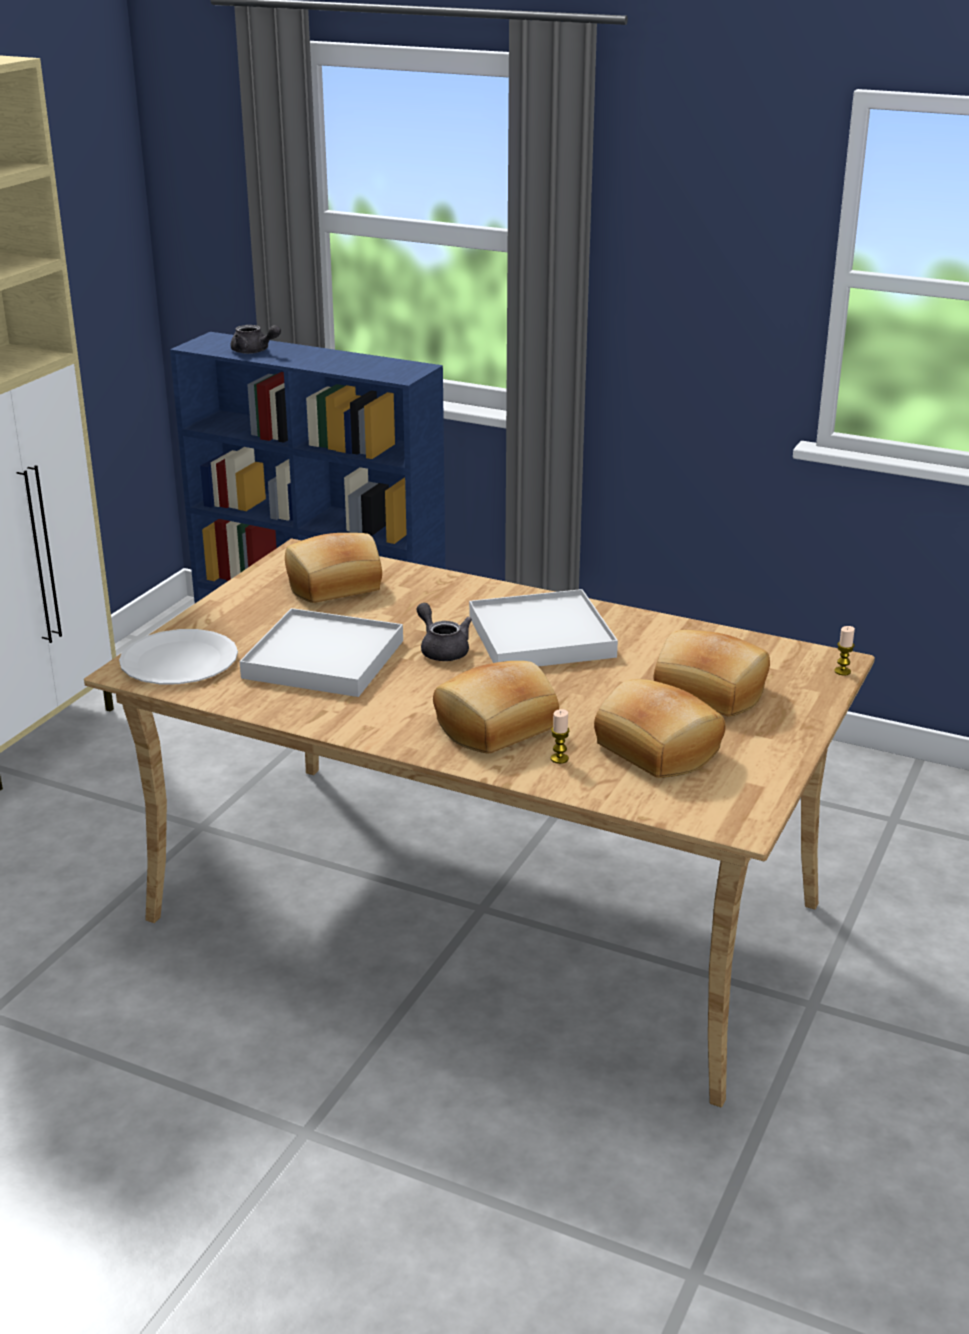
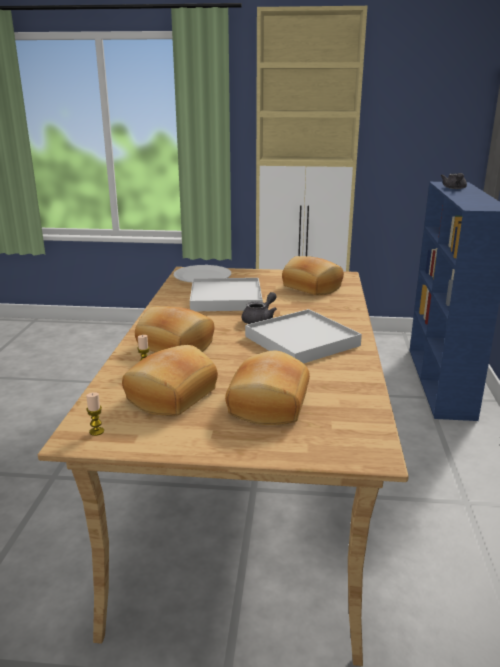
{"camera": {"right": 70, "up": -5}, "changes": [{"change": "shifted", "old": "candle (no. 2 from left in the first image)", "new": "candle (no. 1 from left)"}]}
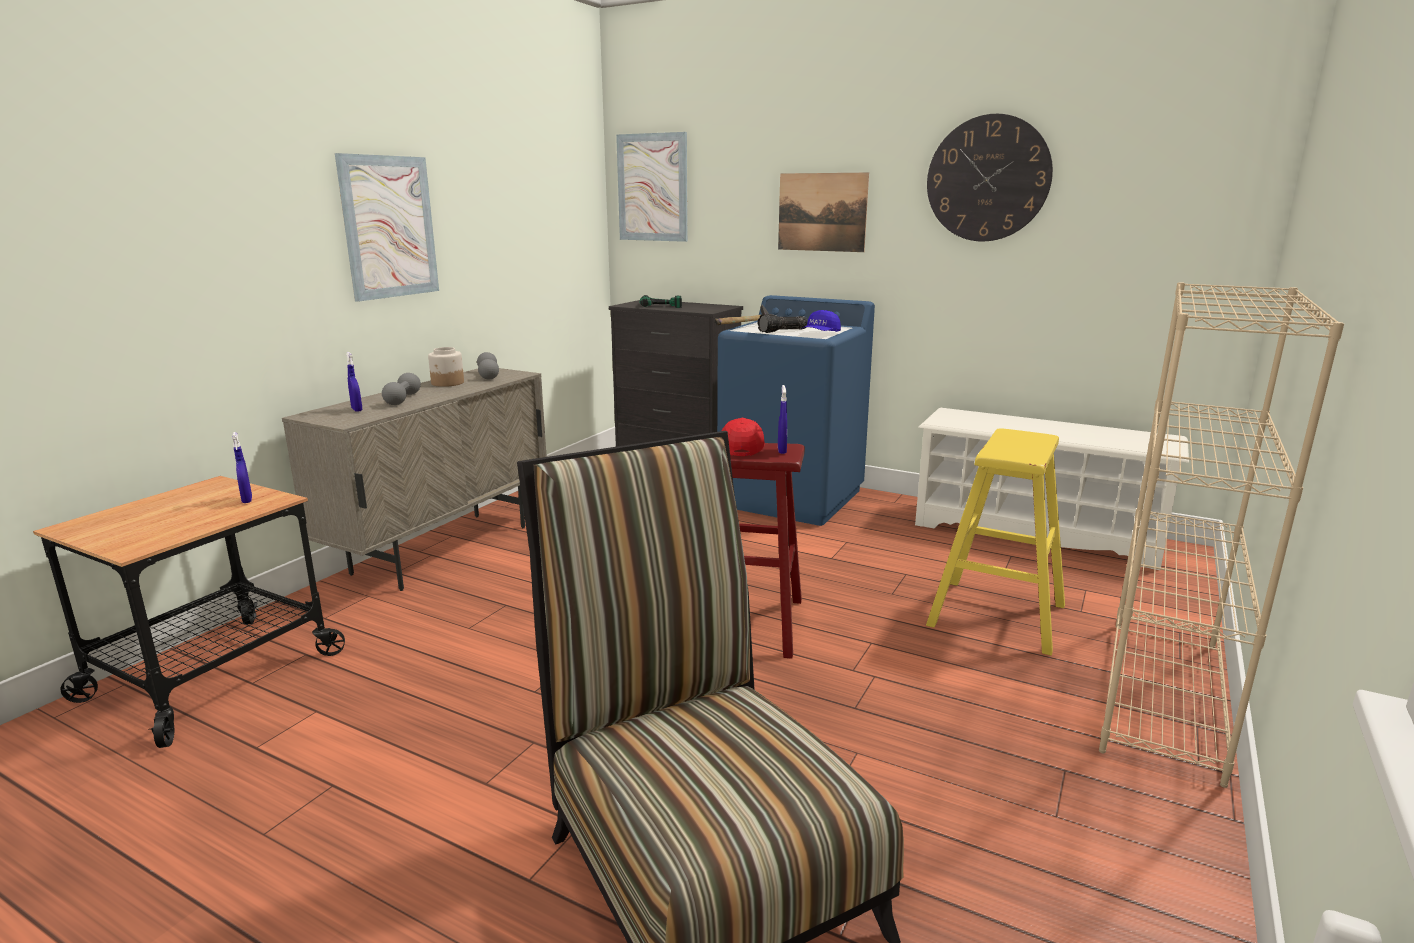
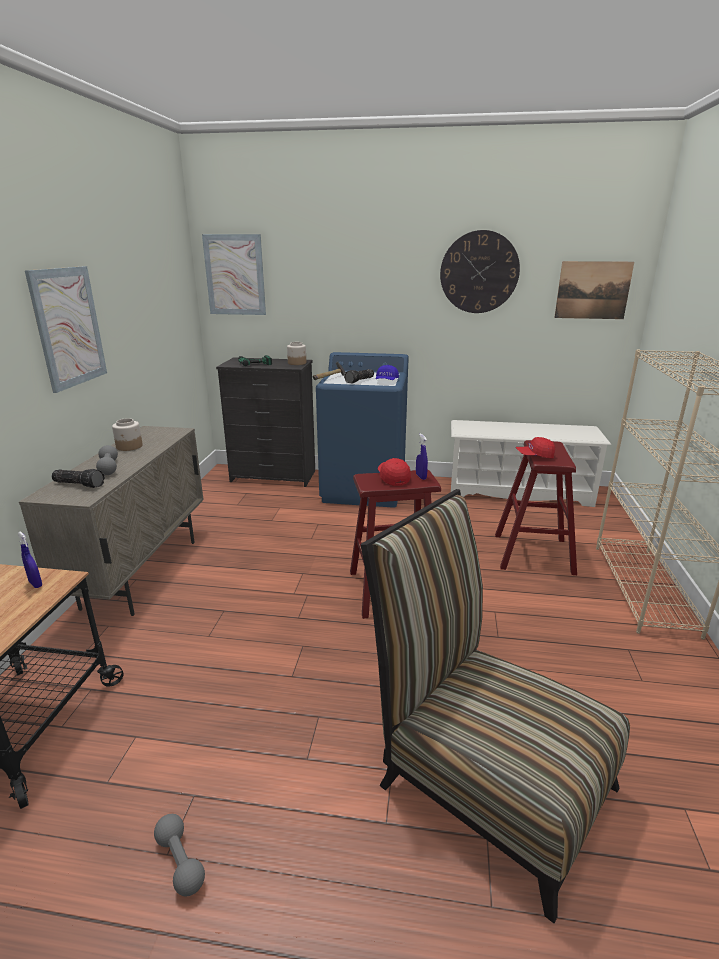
{"camera": {"right": -20, "up": 5}, "changes": [{"change": "swapped", "old": "blue spray bottle (no. 2 from left)", "new": "flashlight (no. 1 from left)"}, {"change": "shifted", "old": "grey dumbbell (no. 2 from left)"}, {"change": "new", "new": "jar (no. 2 from left)"}, {"change": "repainted", "old": "yellow stool", "new": "red stool (no. 2 from left)"}, {"change": "new", "new": "red cap (no. 2 from left)"}, {"change": "shifted", "old": "picture (no. 3 from left)"}]}
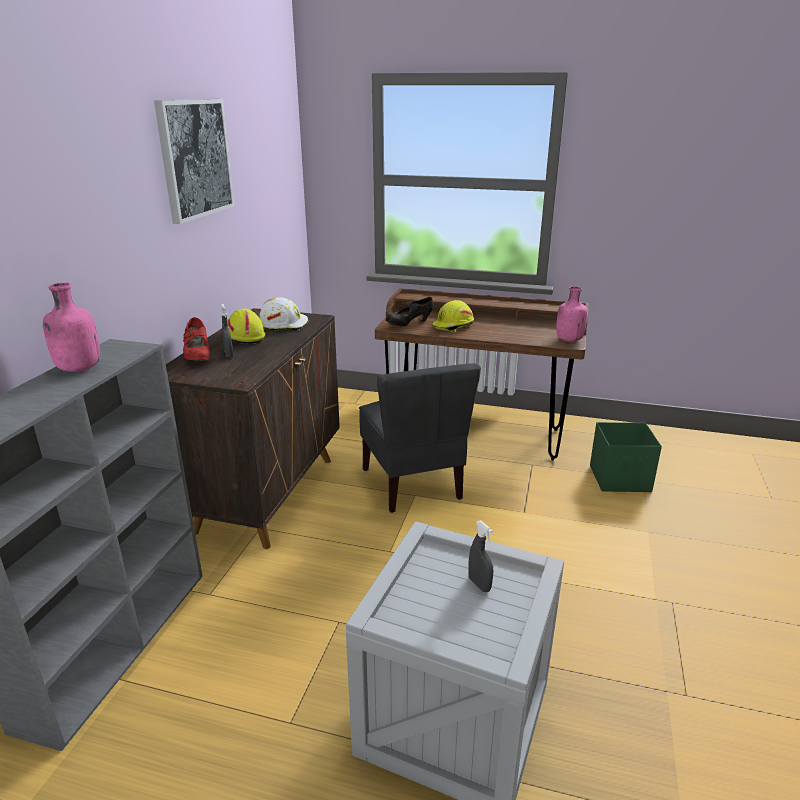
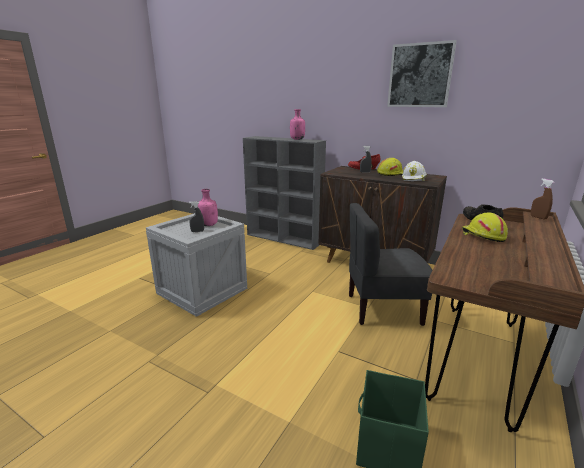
{"camera": {"right": 105, "up": -5}, "changes": [{"change": "shifted", "old": "pink bottle (no. 2 from left in the first image)", "new": "pink bottle (no. 1 from left)"}, {"change": "new", "new": "brown spray bottle"}]}
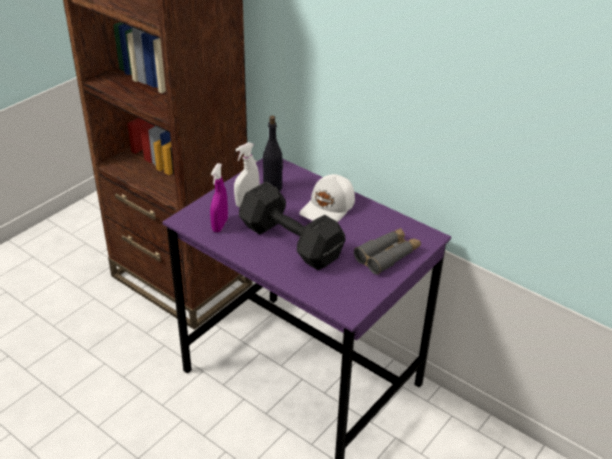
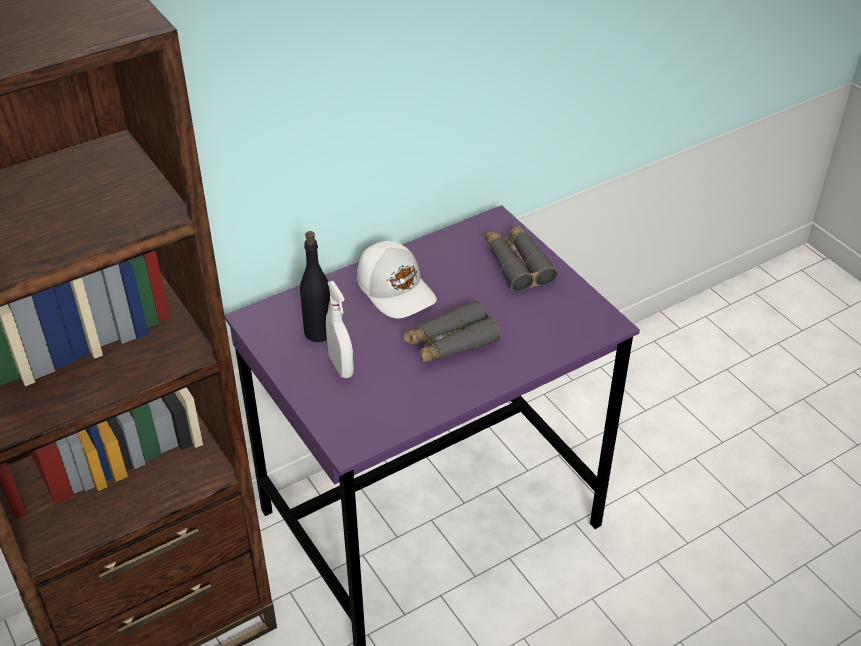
{"camera": {"right": -70, "up": 5}, "changes": [{"change": "swapped", "old": "black dumbbell", "new": "grey binoculars (no. 1 from left)"}, {"change": "gone", "old": "purple spray bottle"}]}
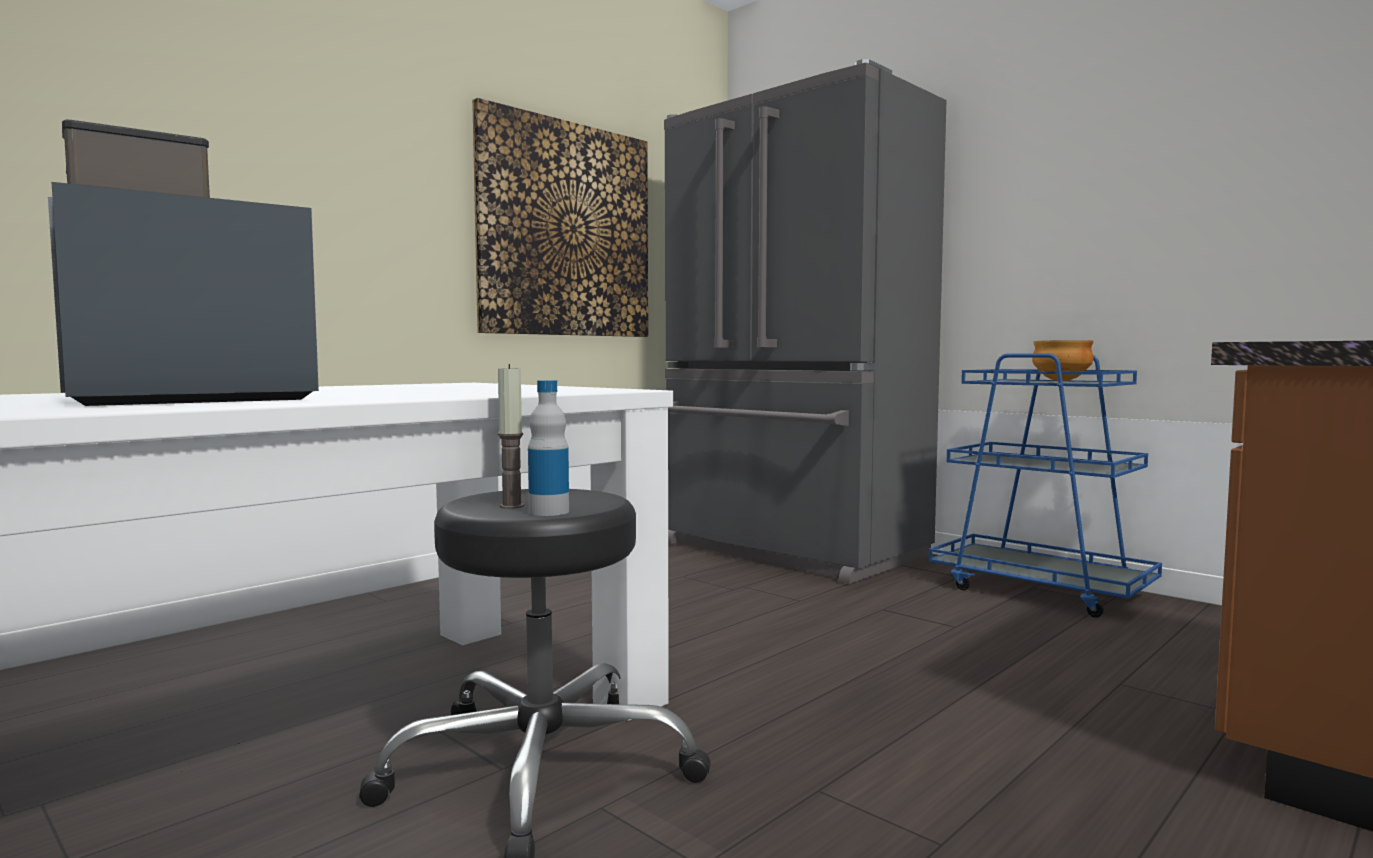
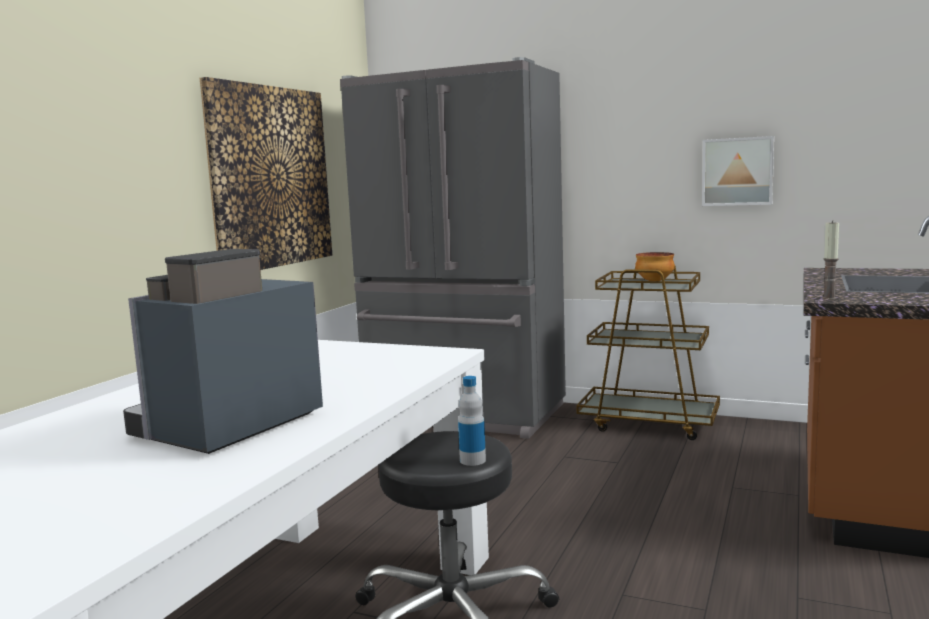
{"camera": {"right": -20, "up": 5}, "changes": [{"change": "repainted", "old": "blue cart", "new": "brown cart"}, {"change": "new", "new": "picture (no. 2 from left)"}, {"change": "shifted", "old": "candle"}]}
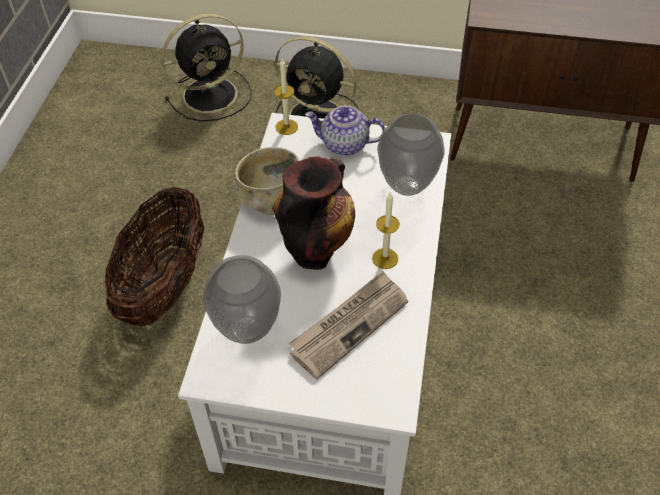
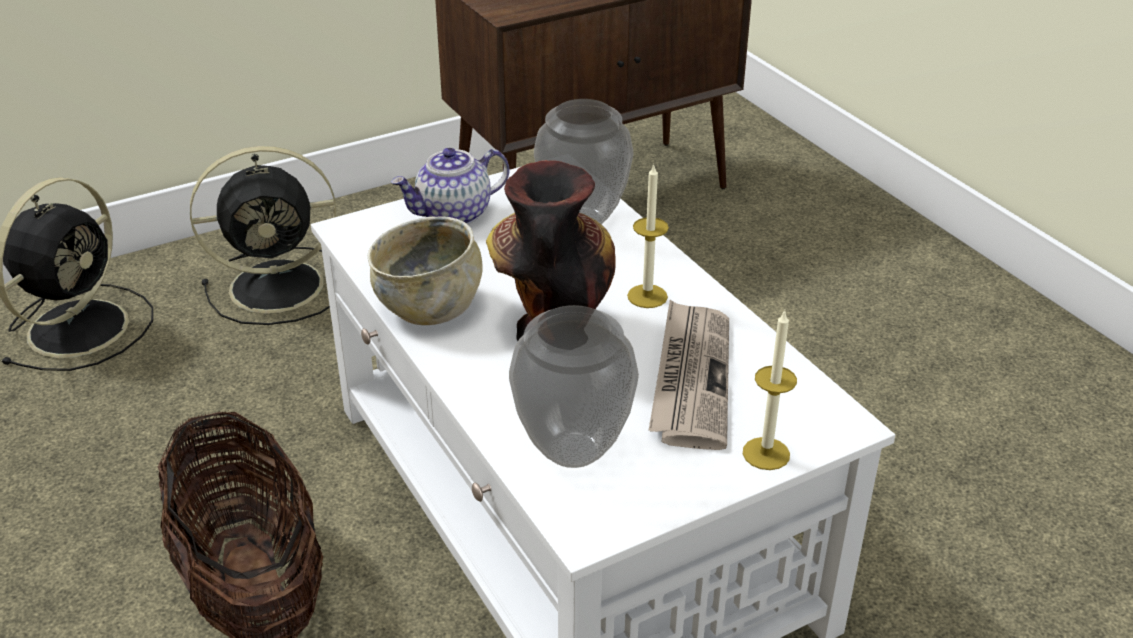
{"camera": {"right": -40, "up": -15}, "changes": [{"change": "shifted", "old": "candle (no. 1 from left in the first image)", "new": "candle (no. 2 from left)"}]}
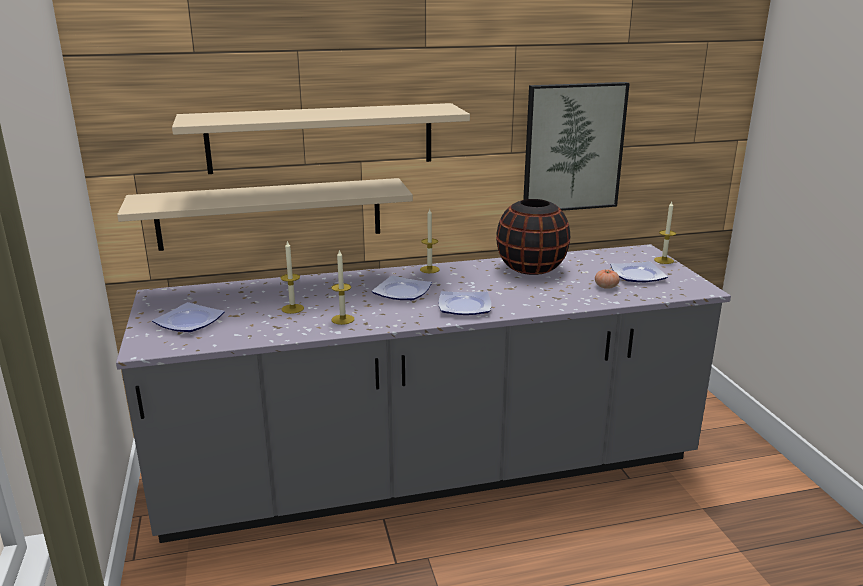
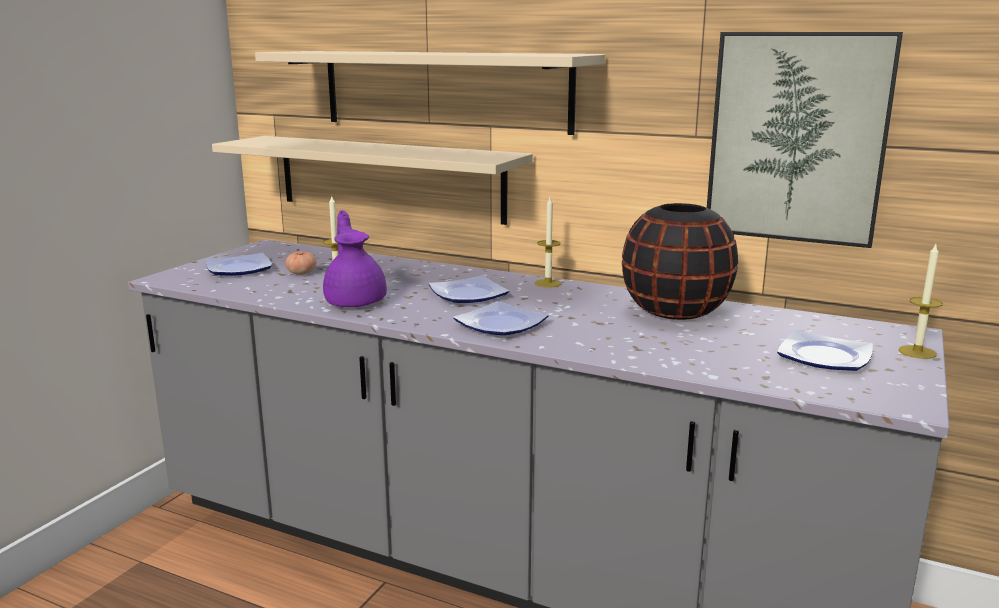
{"camera": {"right": 40, "up": -5}, "changes": [{"change": "shifted", "old": "tomato"}, {"change": "swapped", "old": "candle (no. 2 from left)", "new": "purple teapot"}]}
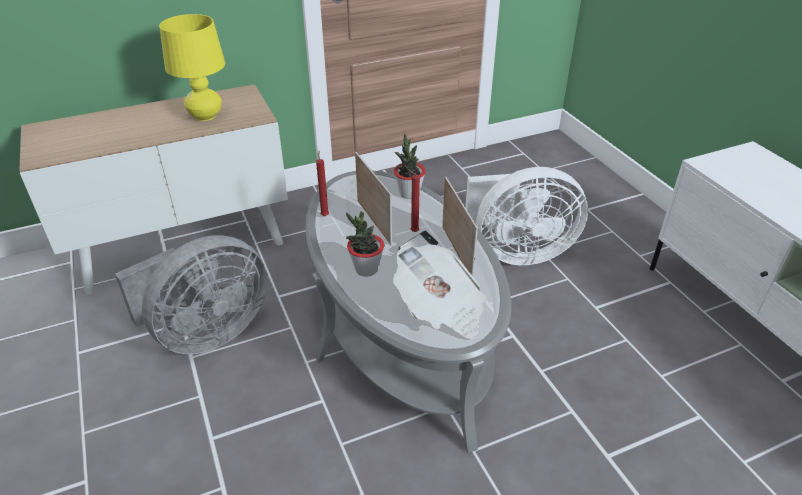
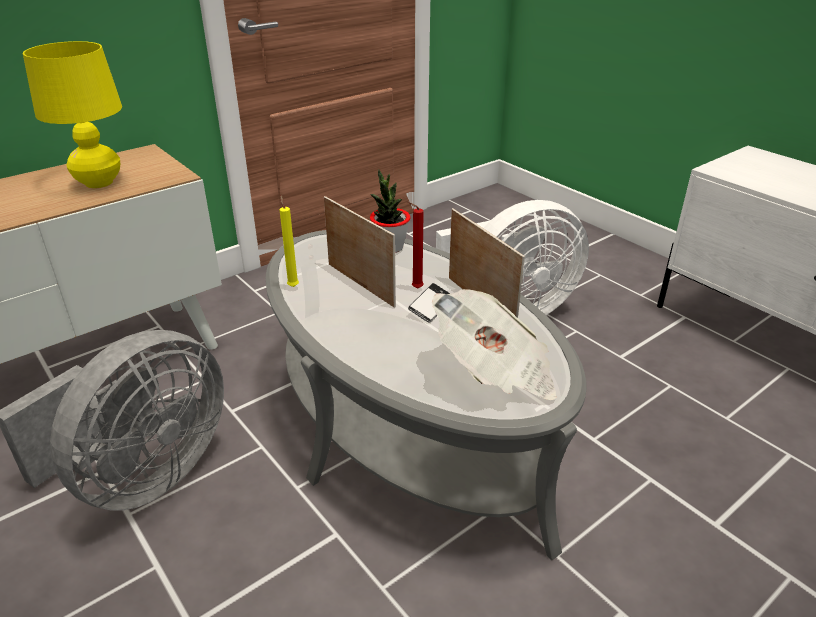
{"camera": {"right": -15, "up": -5}, "changes": [{"change": "repainted", "old": "red candle (no. 1 from left)", "new": "yellow candle"}, {"change": "gone", "old": "potted plant (no. 1 from left)"}]}
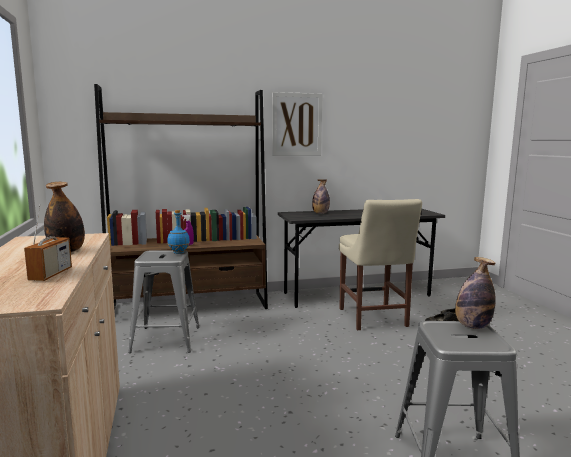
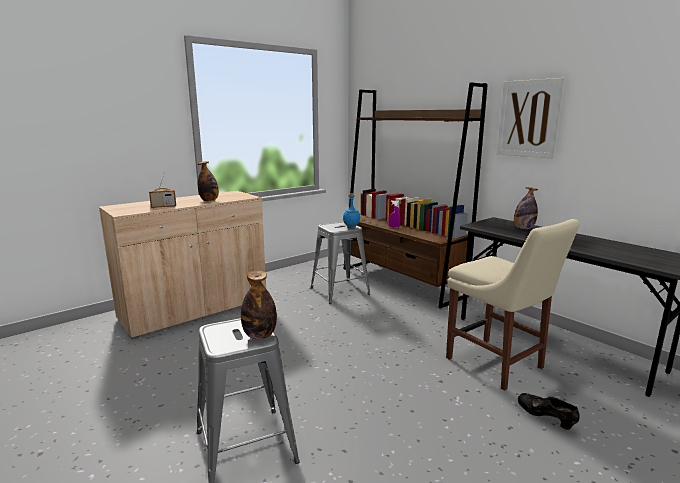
{"camera": {"right": 65, "up": 5}, "changes": [{"change": "rotated", "old": "beige chair", "degrees": -90}]}
